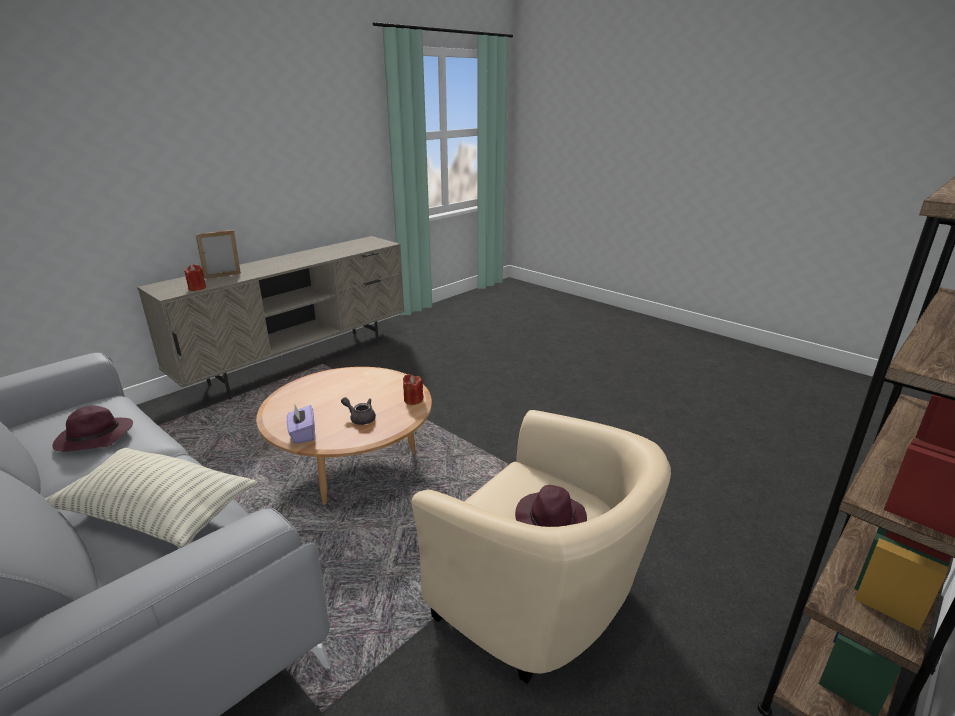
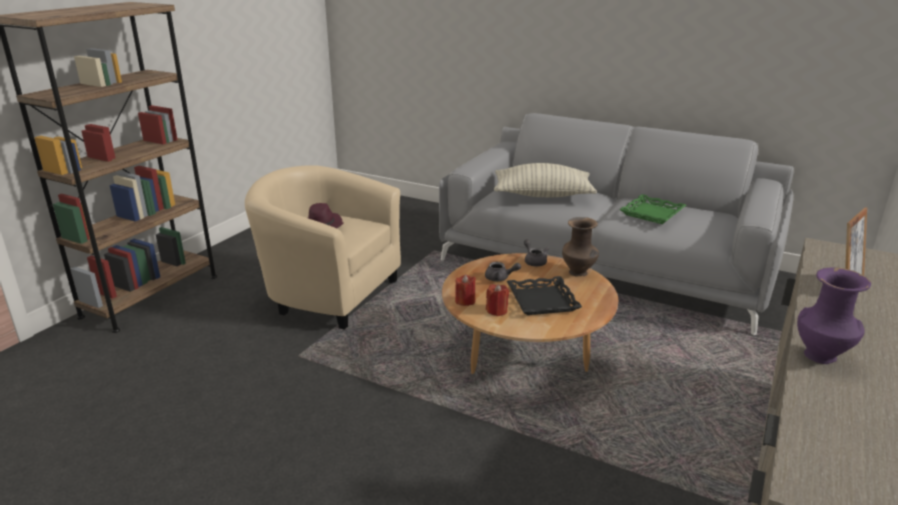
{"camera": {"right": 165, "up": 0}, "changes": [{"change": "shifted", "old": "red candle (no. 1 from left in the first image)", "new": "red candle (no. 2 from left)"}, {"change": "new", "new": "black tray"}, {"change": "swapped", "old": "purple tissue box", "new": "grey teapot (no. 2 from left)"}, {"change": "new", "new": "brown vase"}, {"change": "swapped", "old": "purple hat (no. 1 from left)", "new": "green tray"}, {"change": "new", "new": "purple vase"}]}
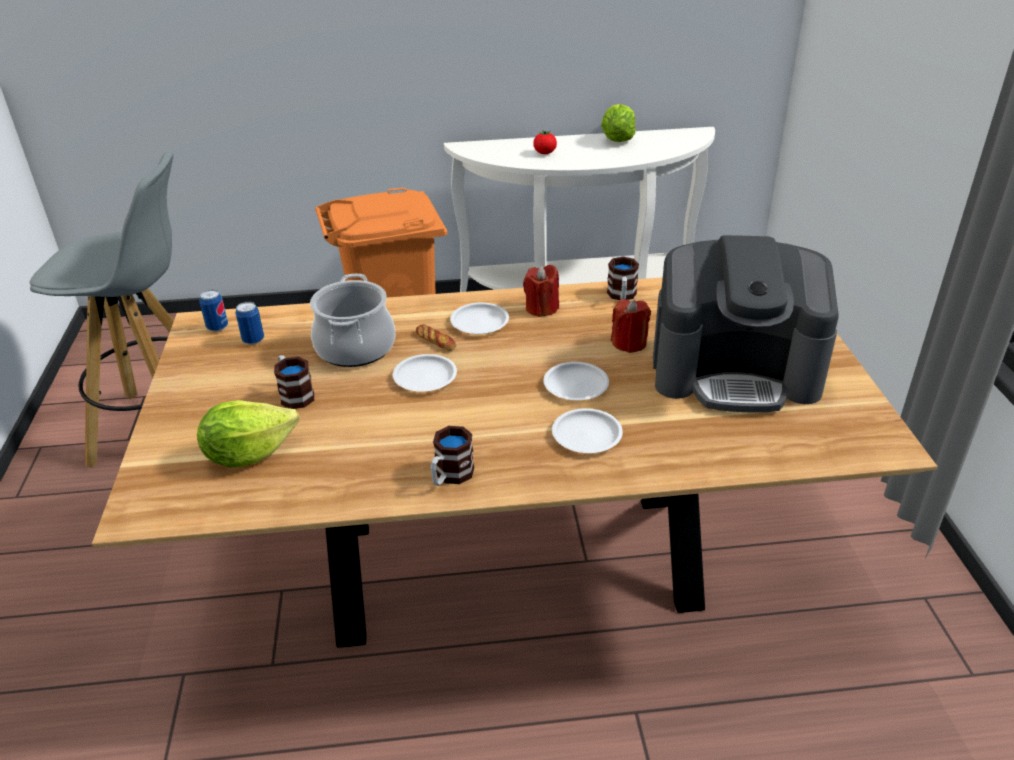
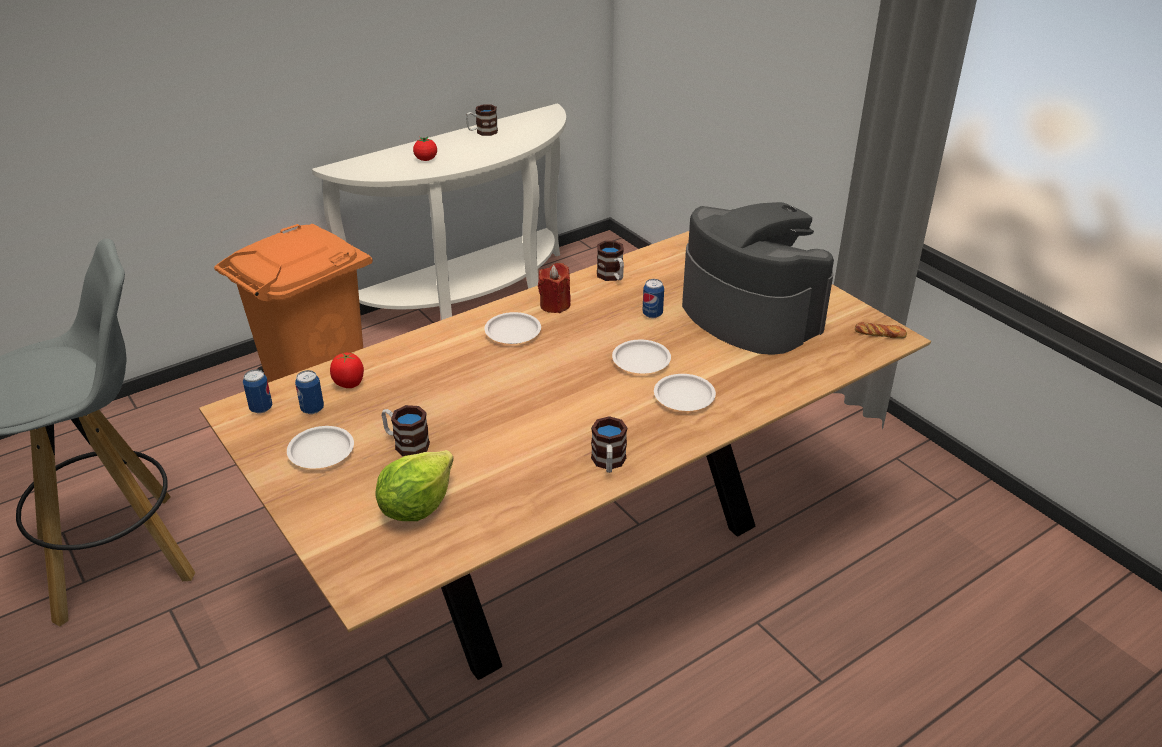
{"camera": {"right": -30, "up": 0}, "changes": [{"change": "shifted", "old": "white plate (no. 1 from left)"}, {"change": "new", "new": "tomato (no. 1 from left)"}, {"change": "swapped", "old": "lettuce (no. 2 from left)", "new": "mug (no. 2 from left)"}, {"change": "swapped", "old": "red candle (no. 2 from left)", "new": "can (no. 3 from left)"}, {"change": "rotated", "old": "coffee machine", "degrees": -105}, {"change": "shifted", "old": "bread"}, {"change": "gone", "old": "cooking pot"}]}
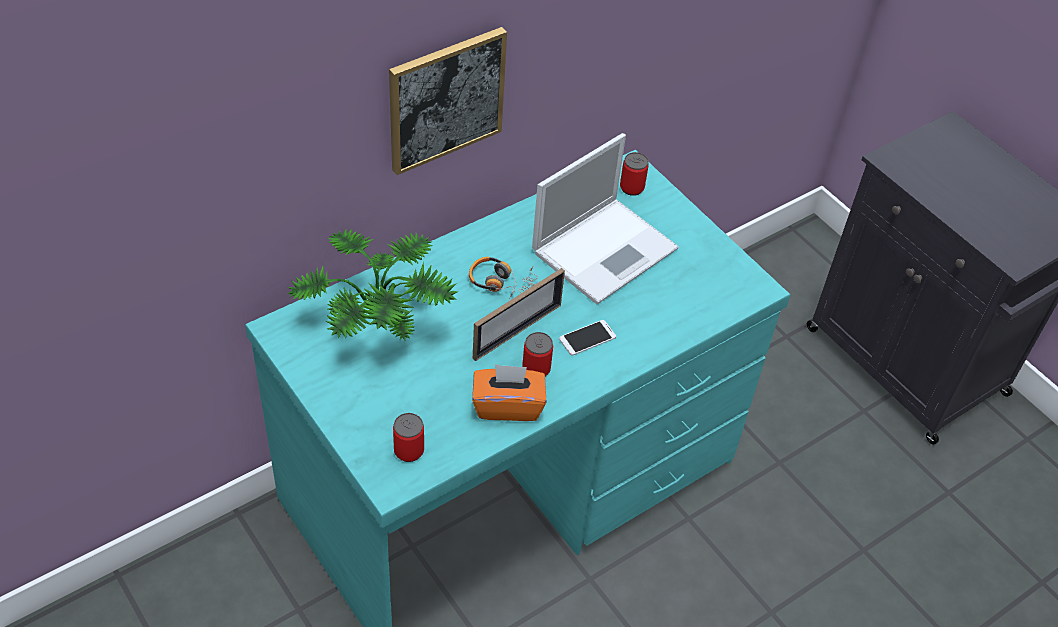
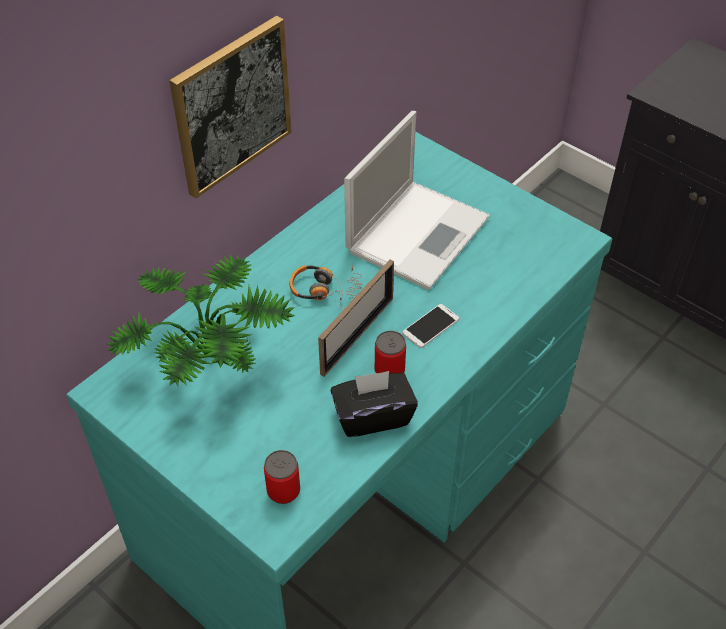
{"camera": {"right": -10, "up": 0}, "changes": [{"change": "repainted", "old": "orange tissue box", "new": "black tissue box"}, {"change": "gone", "old": "can (no. 3 from left)"}]}
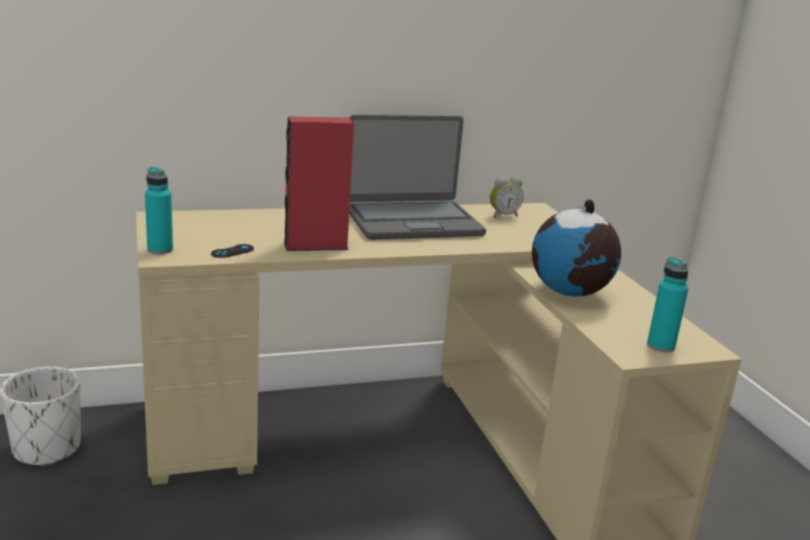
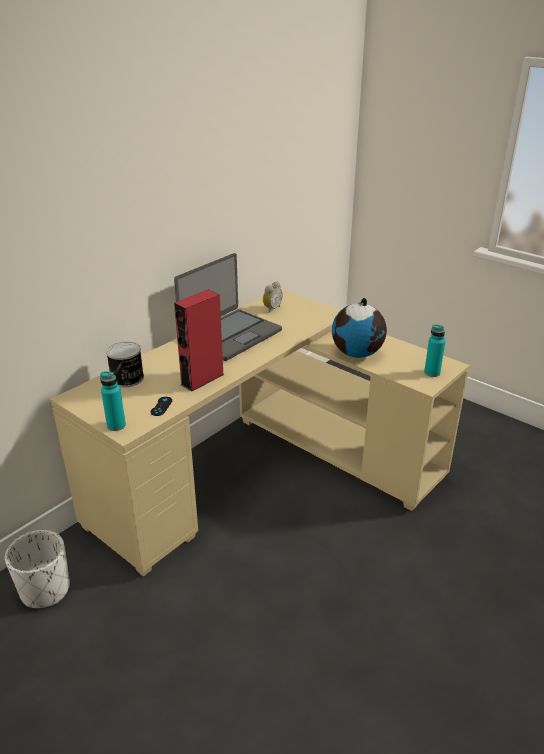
{"camera": {"right": -30, "up": 10}, "changes": [{"change": "new", "new": "can"}]}
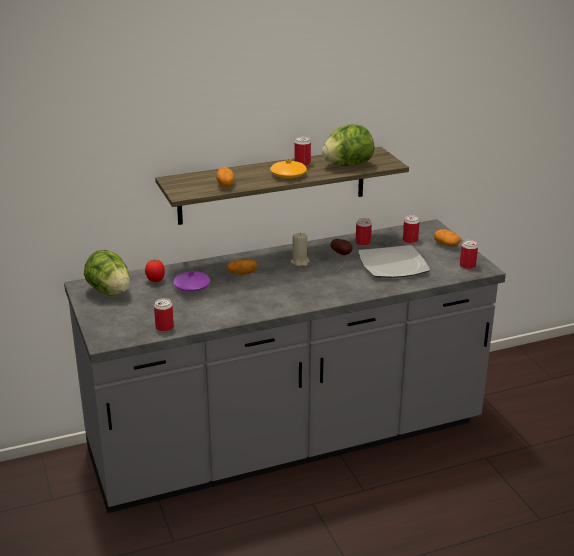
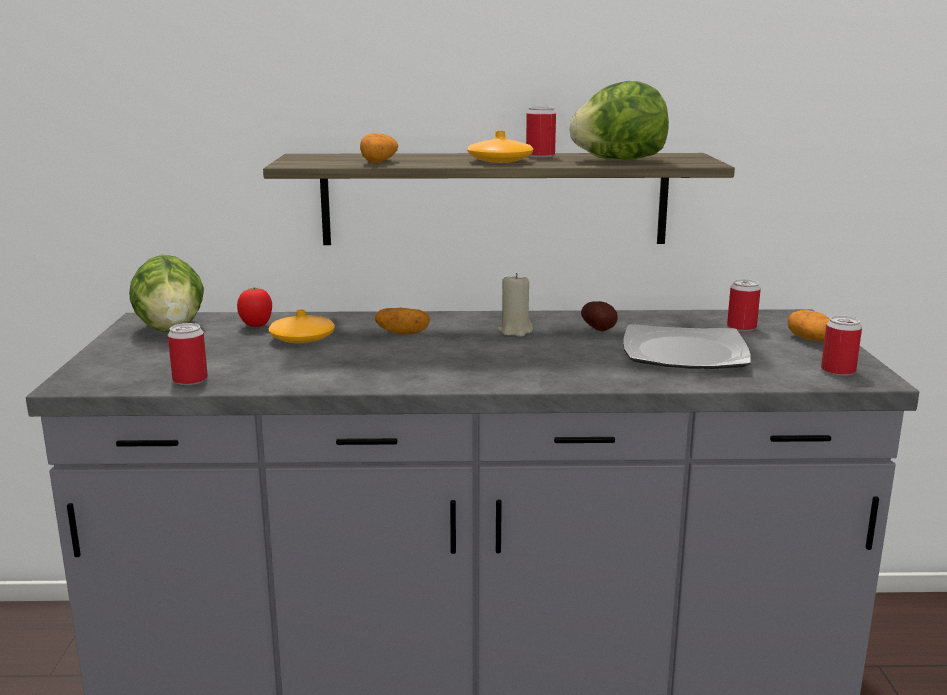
{"camera": {"right": 20, "up": -10}, "changes": [{"change": "repainted", "old": "purple vase", "new": "orange vase (no. 1 from left)"}, {"change": "gone", "old": "can (no. 3 from left)"}]}
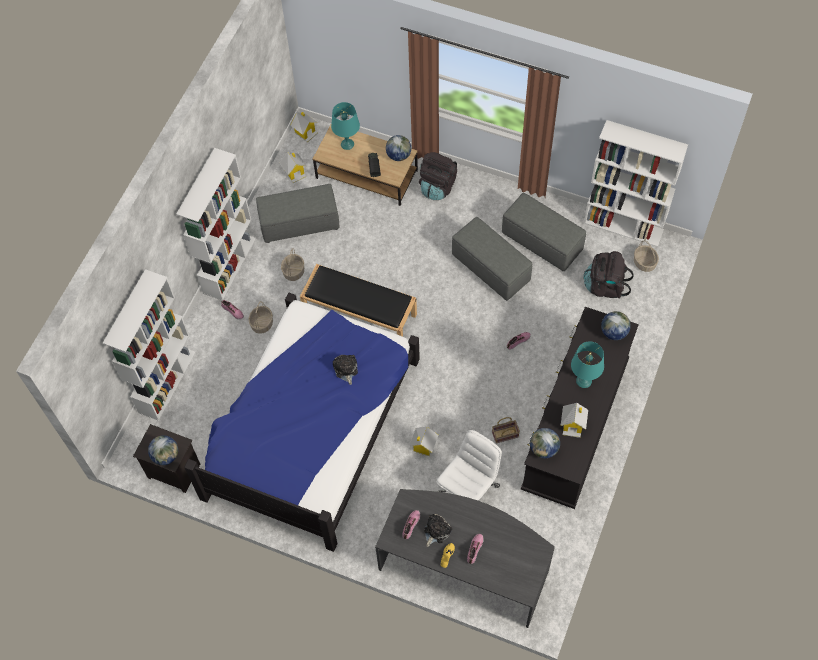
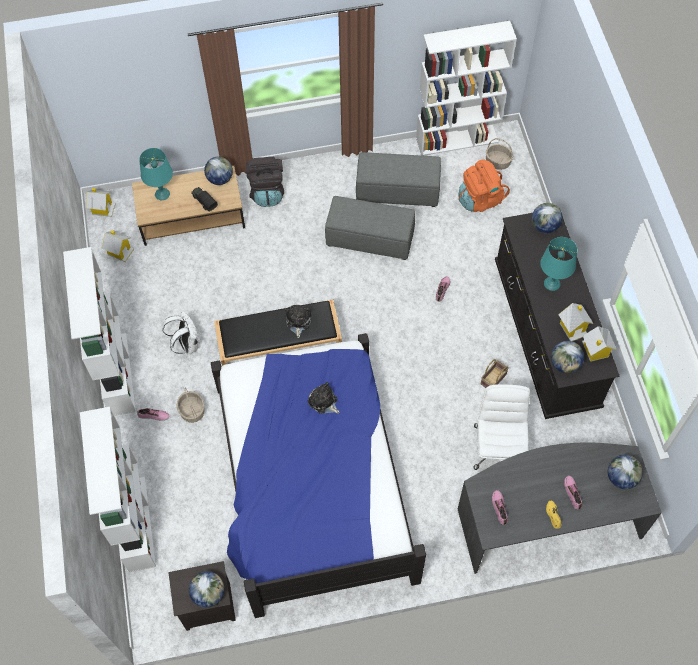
{"camera": {"right": -35, "up": 0}, "changes": [{"change": "swapped", "old": "basket (no. 2 from left)", "new": "white backpack"}, {"change": "shifted", "old": "plush toy (no. 2 from left in the first image)", "new": "plush toy (no. 1 from left)"}, {"change": "repainted", "old": "black backpack (no. 2 from left)", "new": "orange backpack"}, {"change": "shifted", "old": "toy house (no. 3 from left in the first image)", "new": "toy house (no. 4 from left)"}, {"change": "new", "new": "globe (no. 5 from left)"}, {"change": "gone", "old": "grey ottoman (no. 1 from left)"}]}
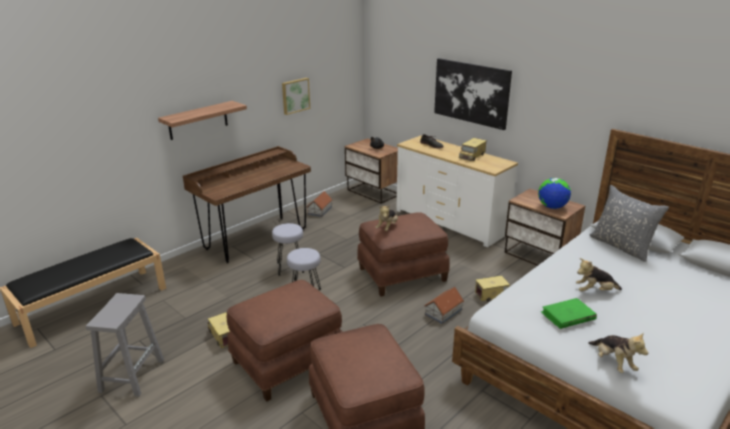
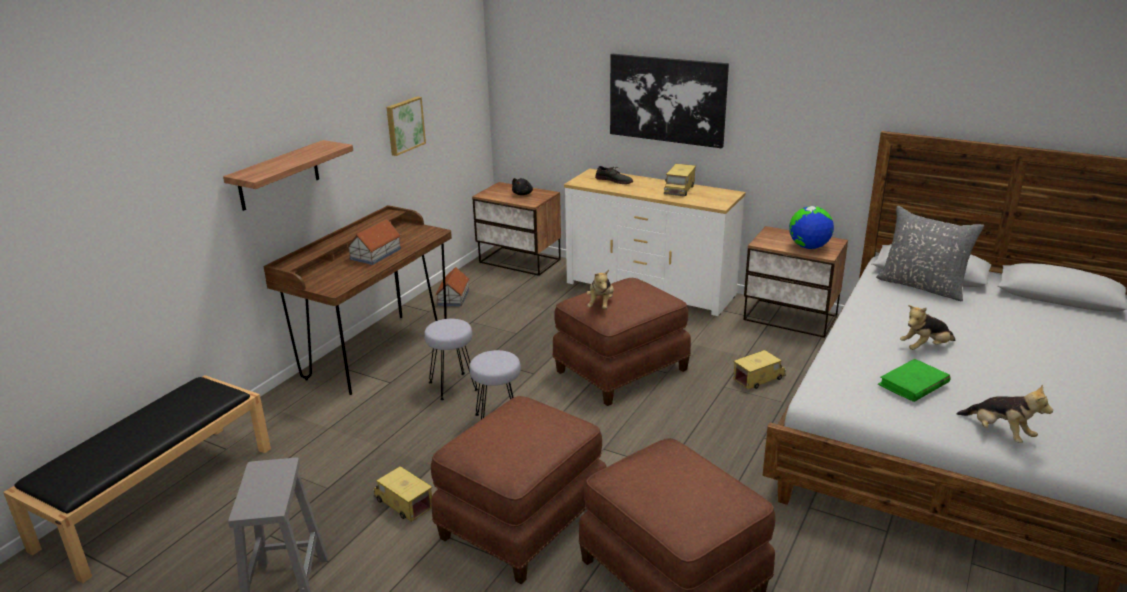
{"camera": {"right": -15, "up": 0}, "changes": [{"change": "shifted", "old": "toy house (no. 2 from left in the first image)", "new": "toy house (no. 1 from left)"}]}
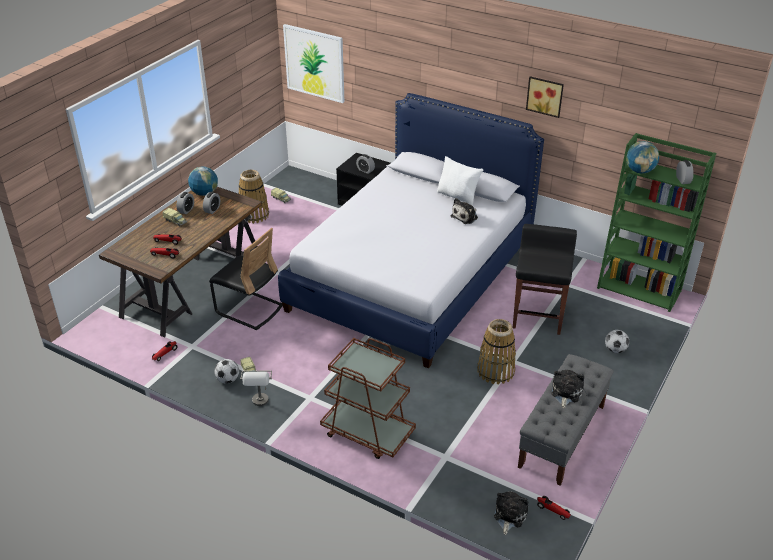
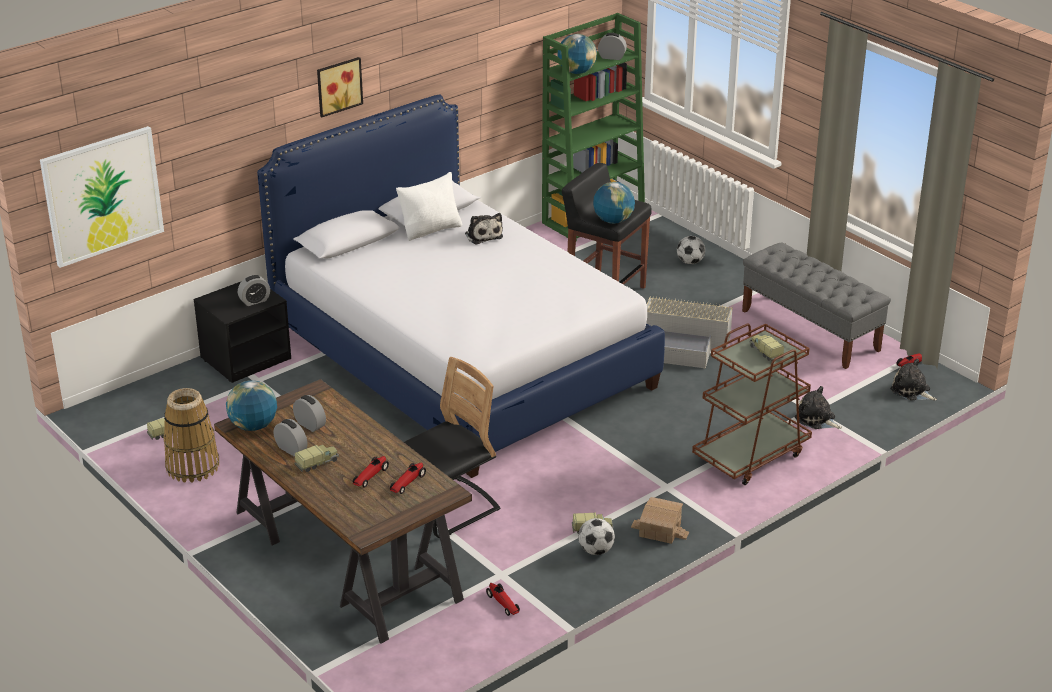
{"camera": {"right": -70, "up": -5}, "changes": [{"change": "shifted", "old": "picture (no. 2 from left)"}, {"change": "new", "new": "globe (no. 3 from left)"}, {"change": "swapped", "old": "grey table lamp", "new": "toy house"}, {"change": "swapped", "old": "basket (no. 2 from left)", "new": "grey storage box"}, {"change": "new", "new": "toy truck (no. 4 from left)"}, {"change": "shifted", "old": "plush toy (no. 3 from left in the first image)", "new": "plush toy (no. 2 from left)"}]}
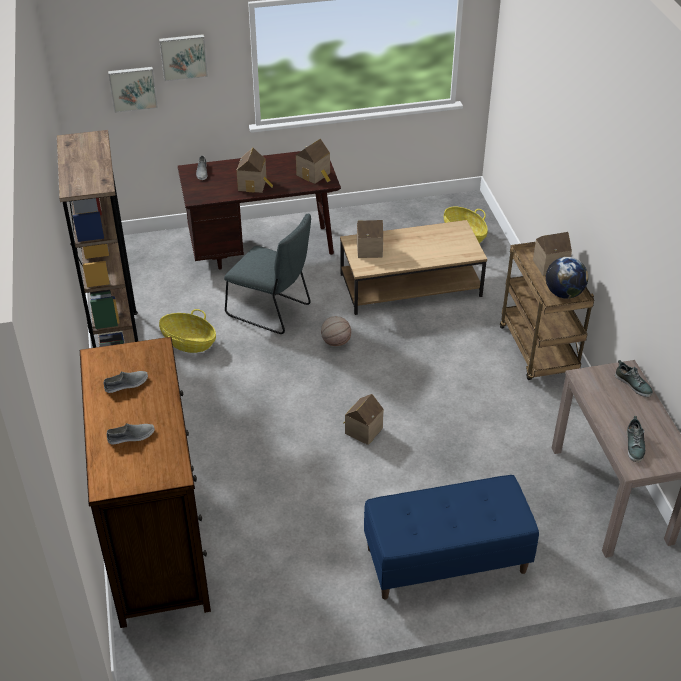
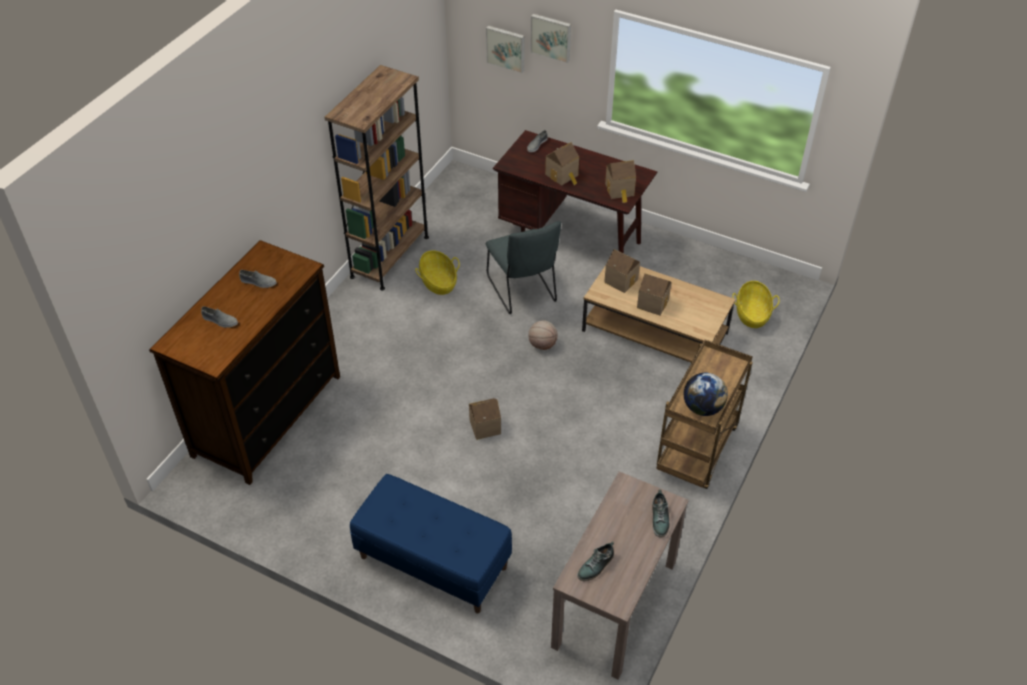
{"camera": {"right": 40, "up": 5}, "changes": [{"change": "shifted", "old": "toy house (no. 5 from left)"}]}
